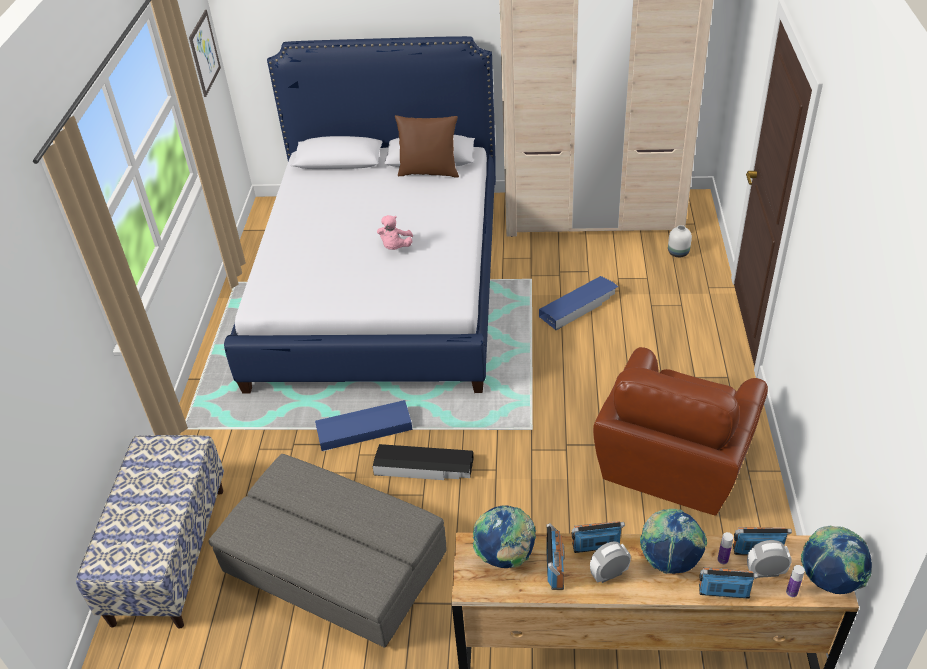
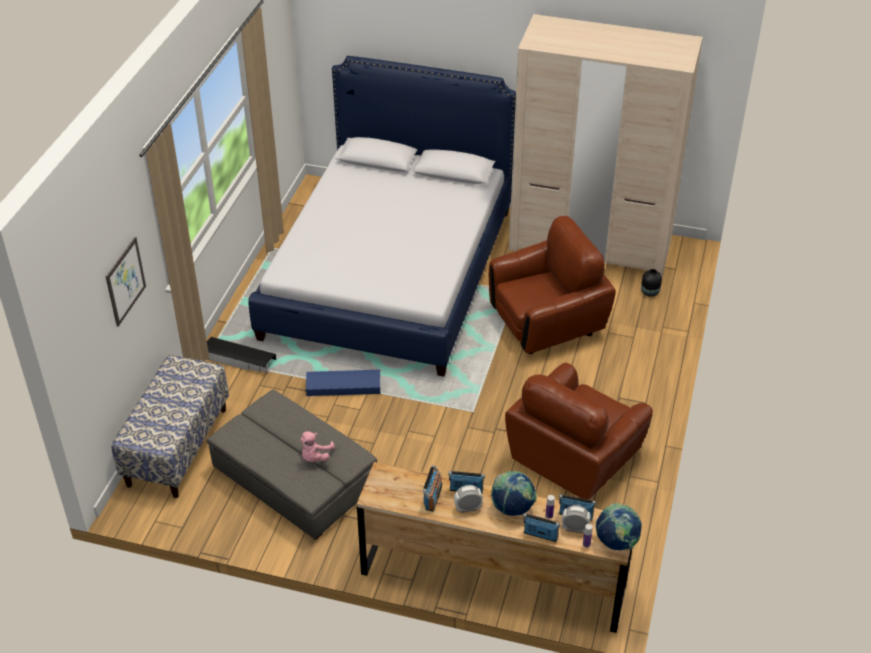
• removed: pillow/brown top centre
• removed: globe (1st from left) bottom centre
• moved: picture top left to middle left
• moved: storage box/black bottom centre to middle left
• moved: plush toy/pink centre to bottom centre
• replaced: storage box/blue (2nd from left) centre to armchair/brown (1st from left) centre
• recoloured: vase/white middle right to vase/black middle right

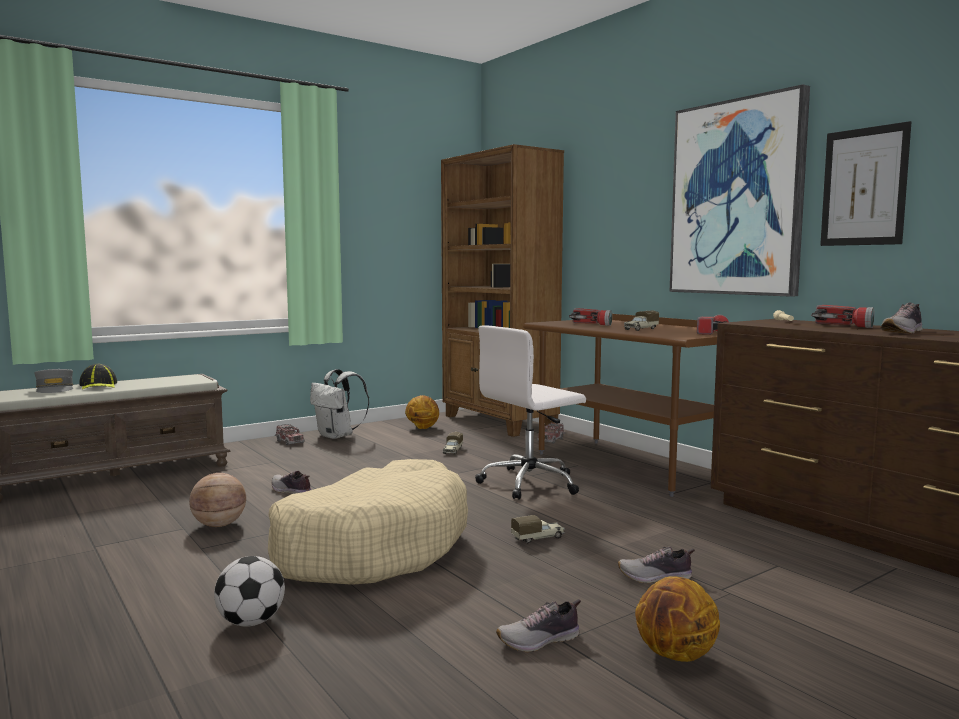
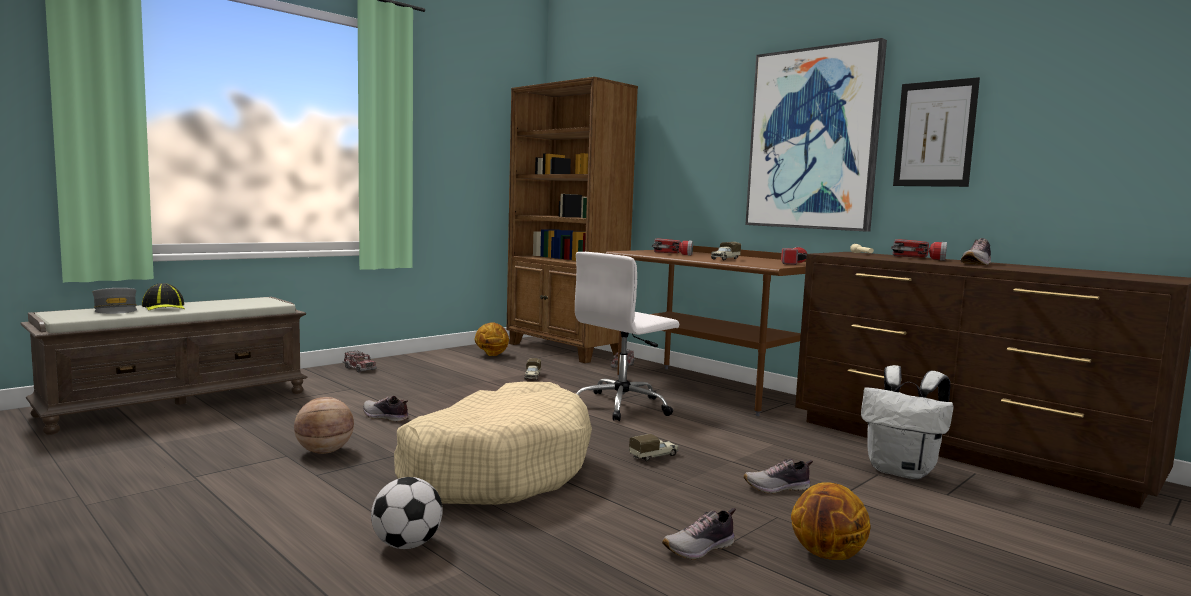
• moved: backpack/white centre to bottom right

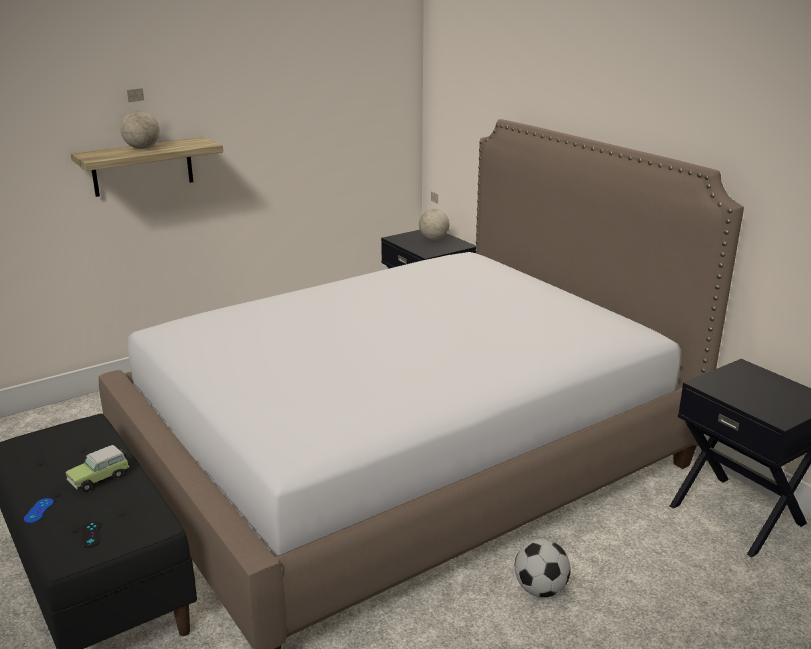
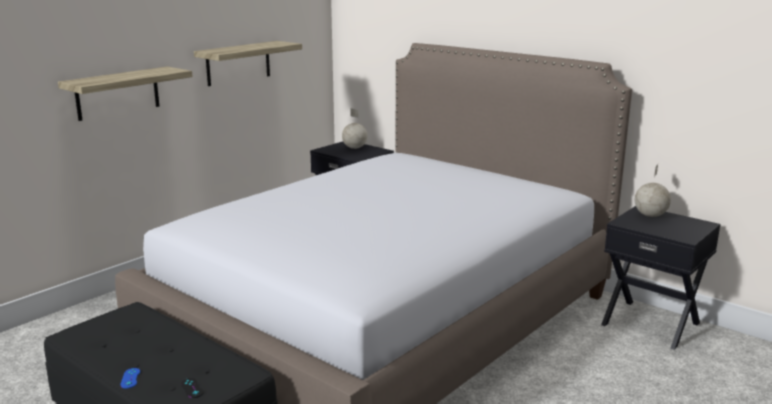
• removed: toy car bottom left
• removed: football bottom right
• added: shelf (2nd from left) top left
• moved: globe (1st from left in the first image) top left to globe (2nd from left) middle right

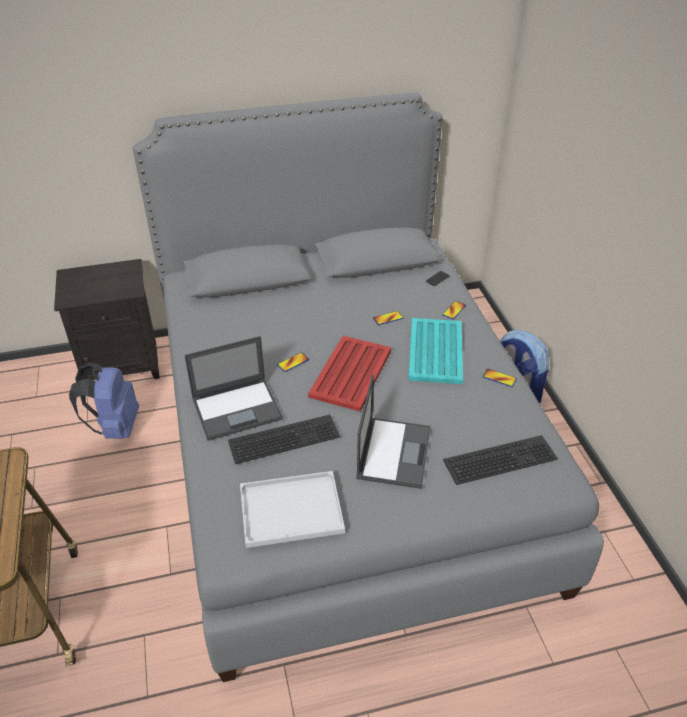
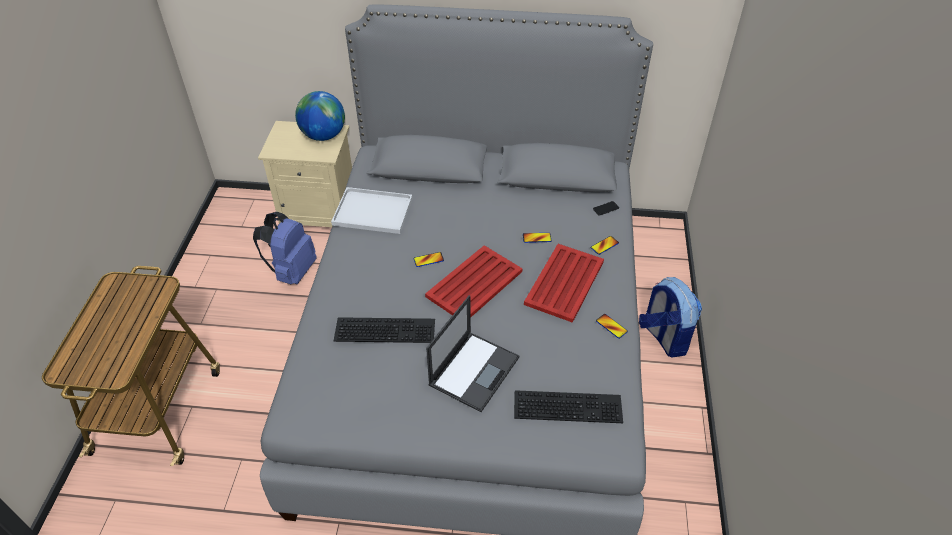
• removed: laptop (1st from left) centre
• added: globe top centre
• moved: tray/white bottom centre to centre
• recoloured: nightstand/black middle left to nightstand/beige top left
• recoloured: tray/turquoise centre to tray/red (2nd from left) centre

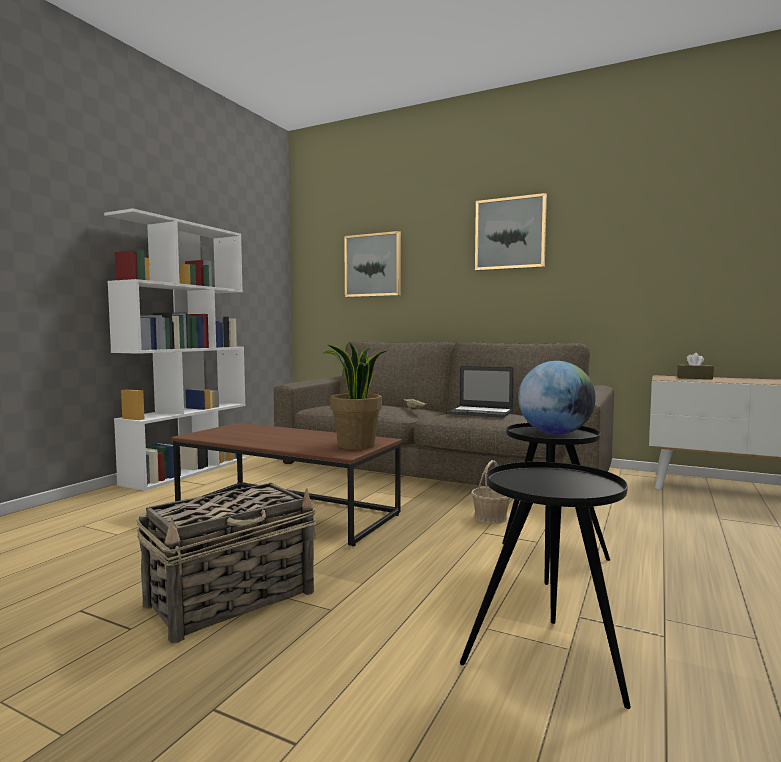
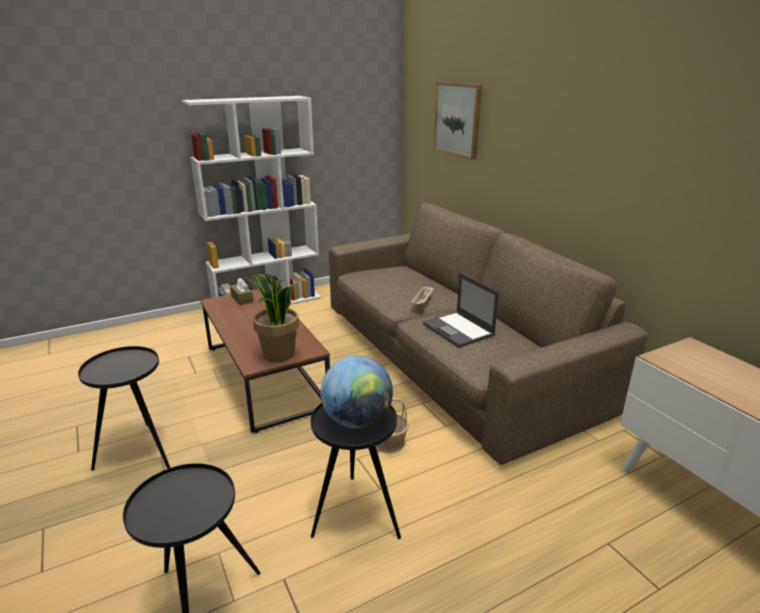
• removed: picture (2nd from left) top centre
• moved: tissue box/brown middle right to middle left
• replaced: basket (1st from left) bottom left to side table/black (1st from left) middle left

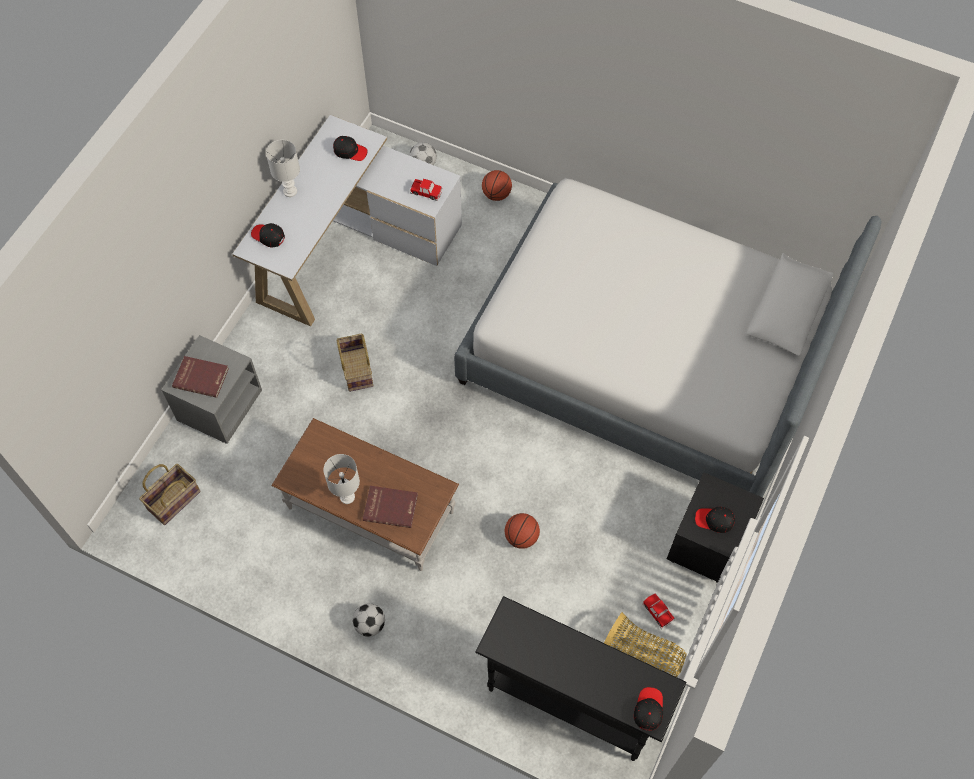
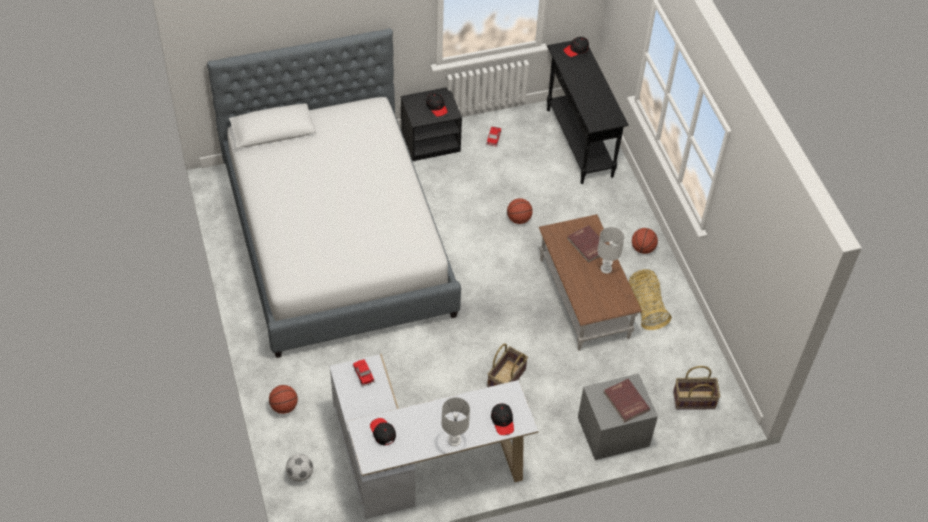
• moved: basket (3rd from left in the first image) bottom centre to basket (2nd from left) middle right
• replaced: football (1st from left) bottom centre to basketball (3rd from left) middle right

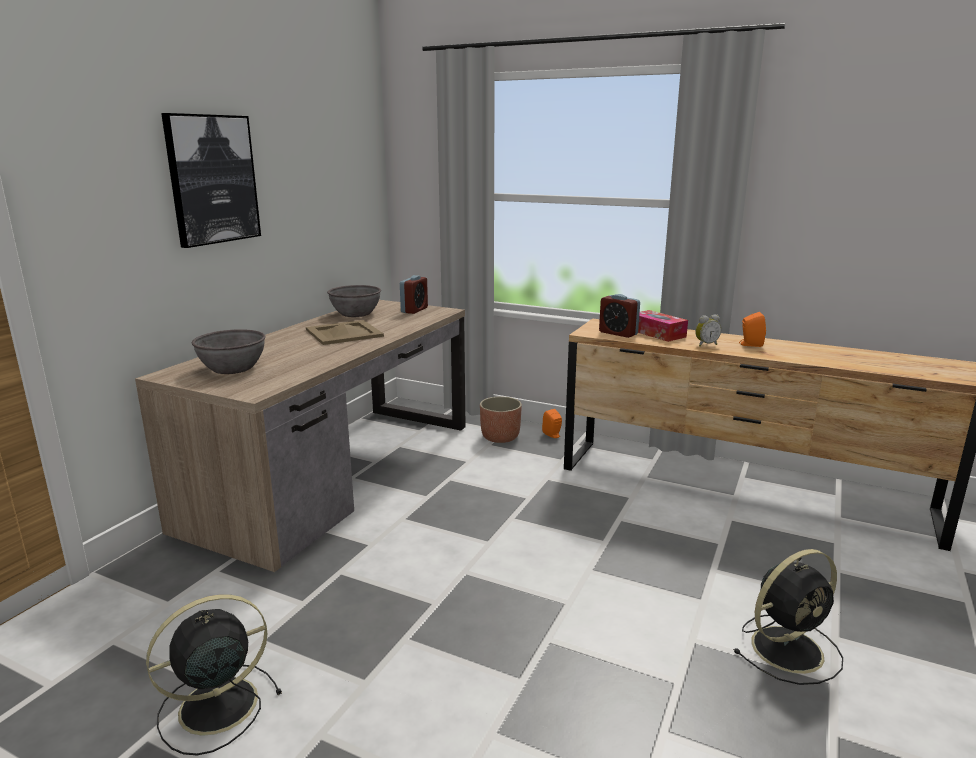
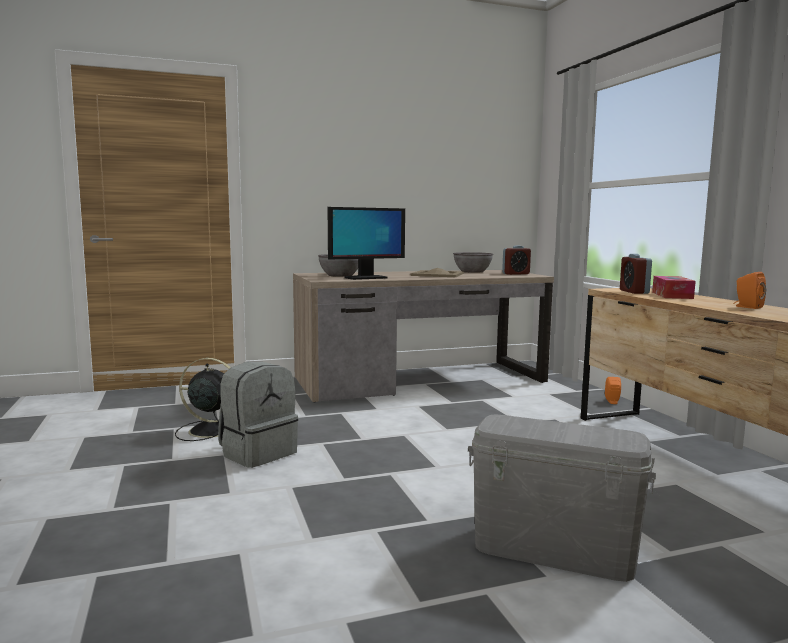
• removed: picture top left
• removed: planter centre
• removed: alarm clock (3rd from left) middle right
• added: backpack/grey middle left
• added: monitor centre
• replaced: fan/black (2nd from left) bottom right to storage box/grey bottom right

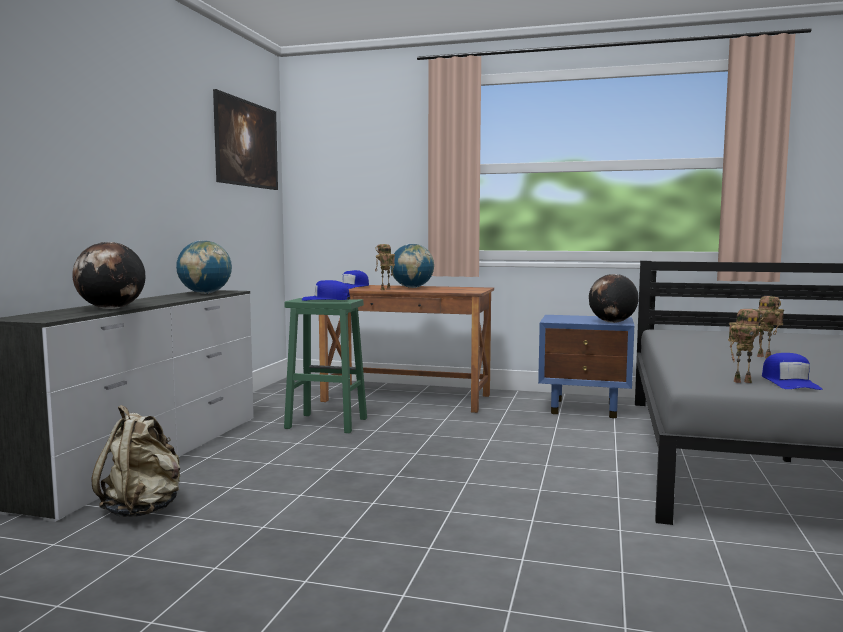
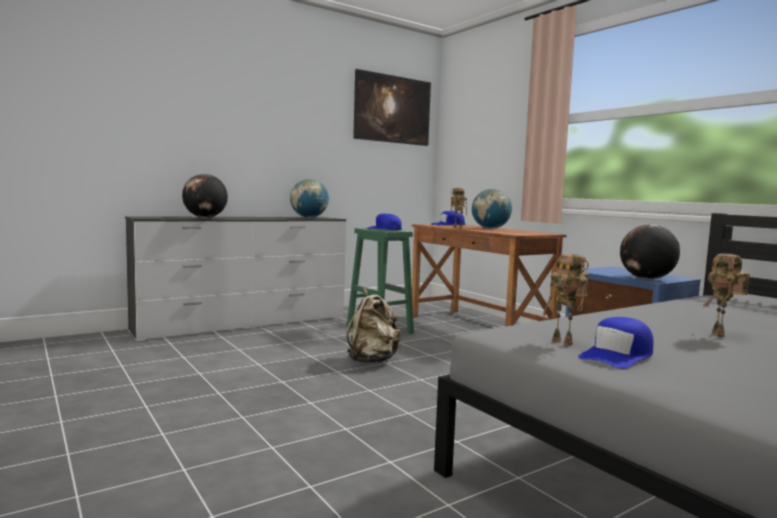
• moved: backpack/beige bottom left to centre

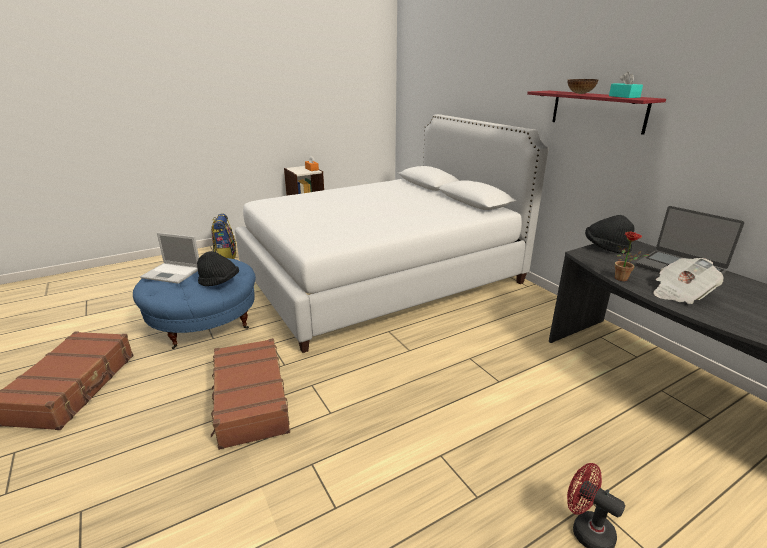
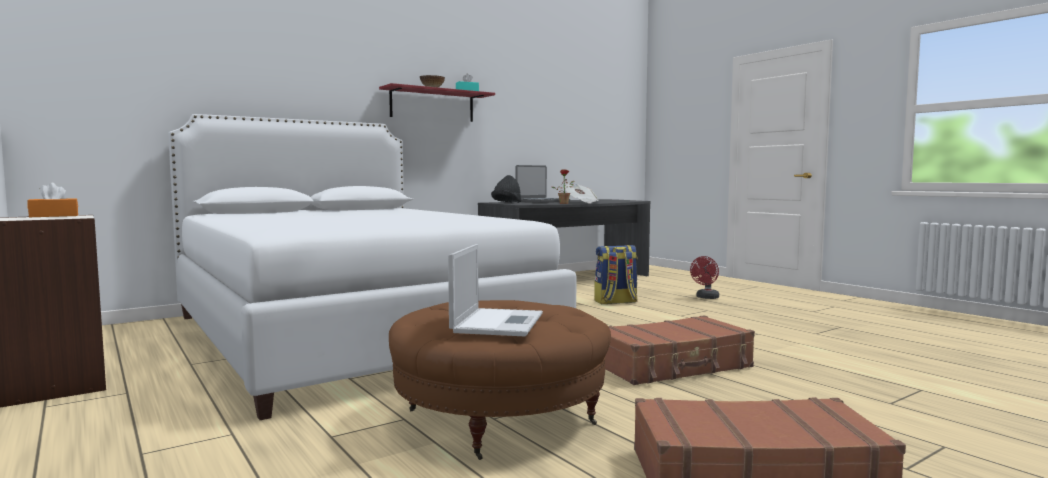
• removed: hat/black (1st from left) middle left
• moved: backpack middle left to centre
• recoloured: ottoman/blue middle left to ottoman/brown bottom centre

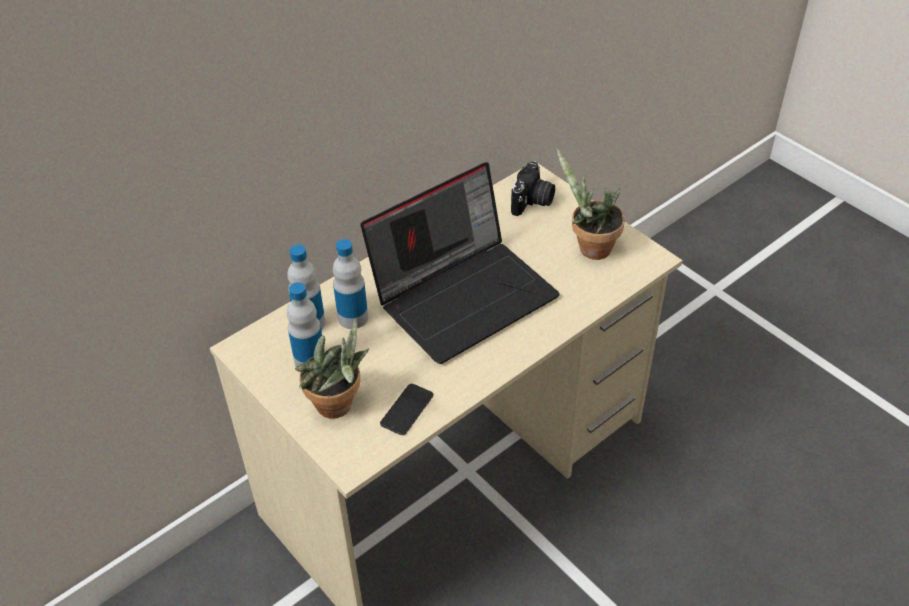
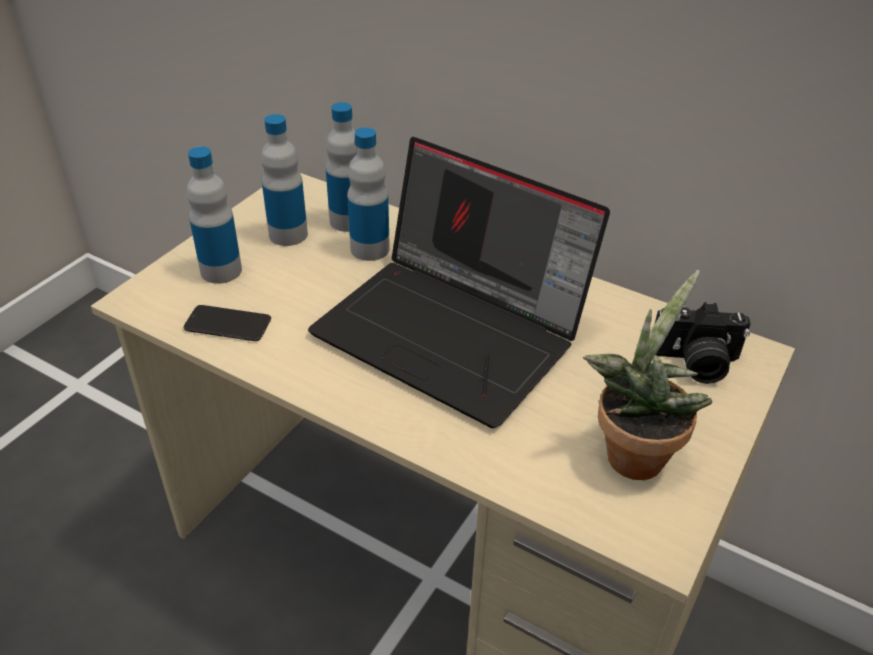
• replaced: potted plant (1st from left) centre to bottle (1st from left) top left

